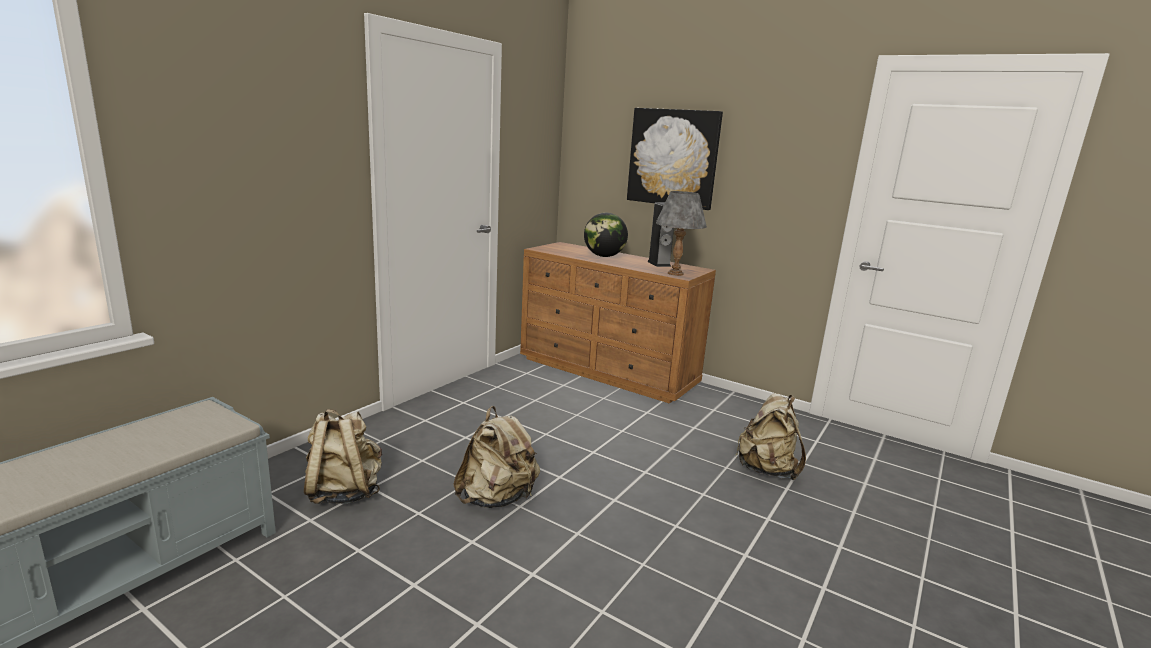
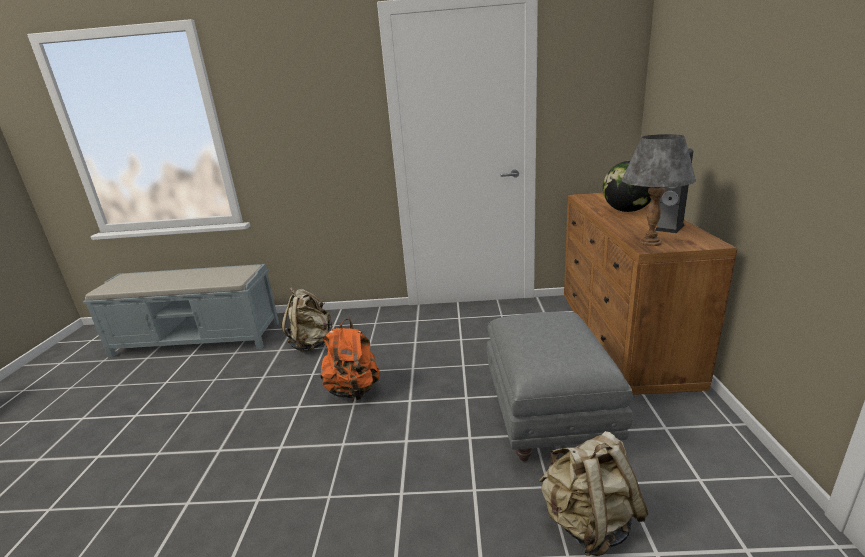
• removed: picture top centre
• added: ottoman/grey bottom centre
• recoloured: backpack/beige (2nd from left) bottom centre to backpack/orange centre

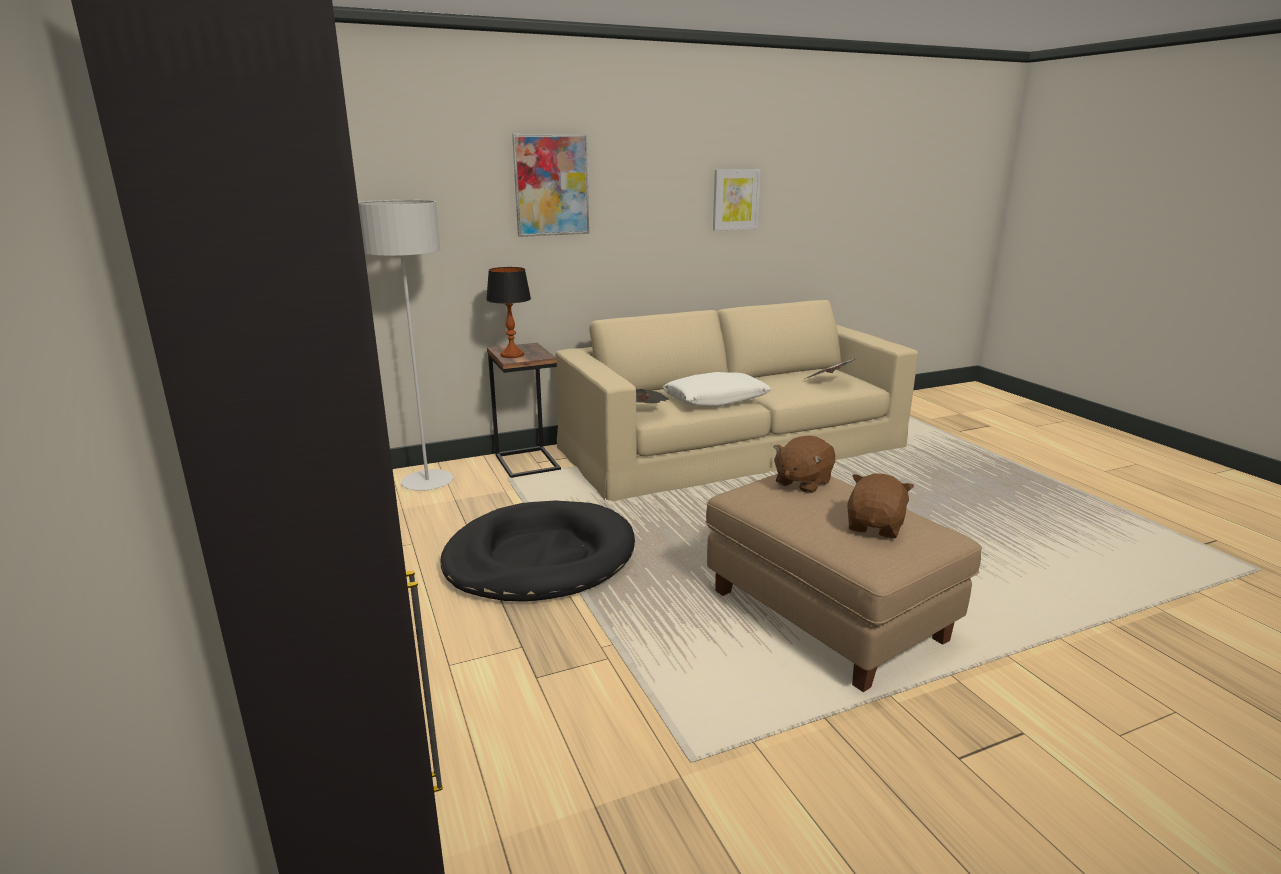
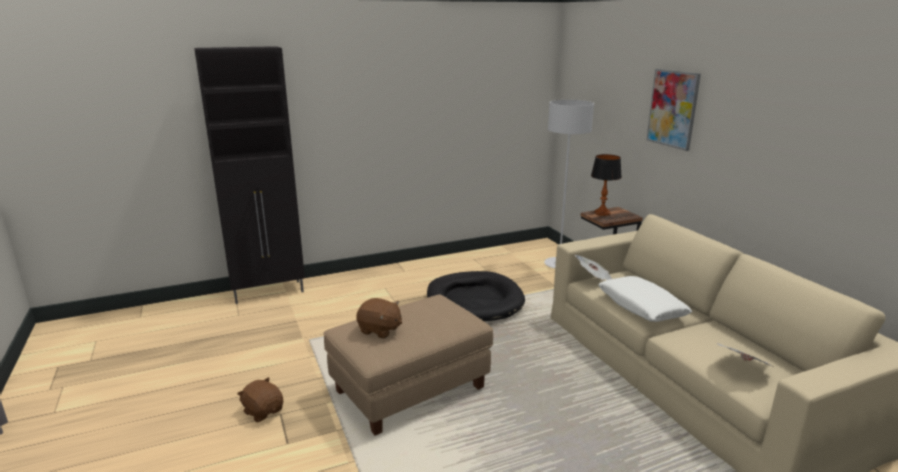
• removed: picture (2nd from left) top centre
• moved: plush toy/brown (1st from left) centre to bottom left

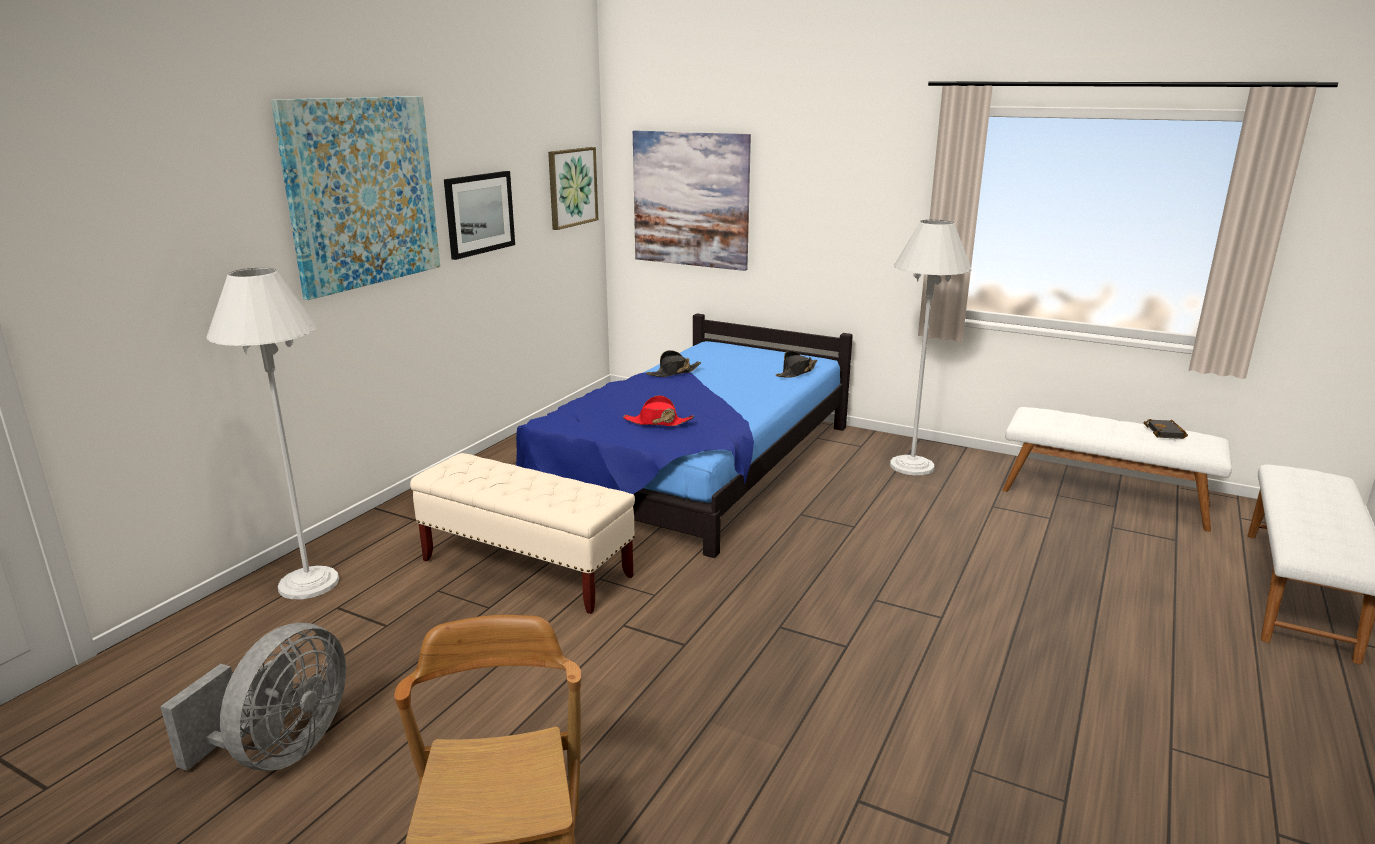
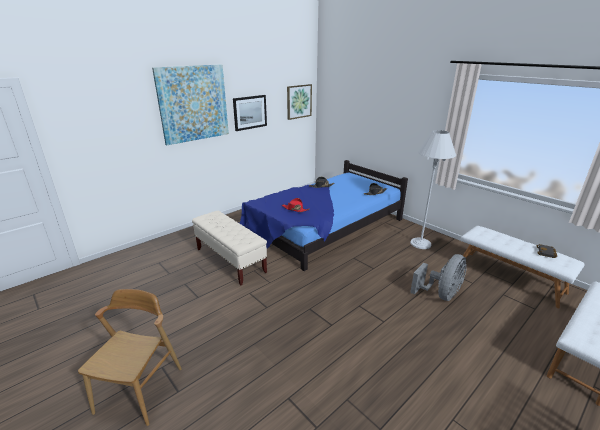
• removed: floor lamp/white (1st from left) middle left
• removed: picture (4th from left) top centre
• moved: fan/grey bottom left to middle right

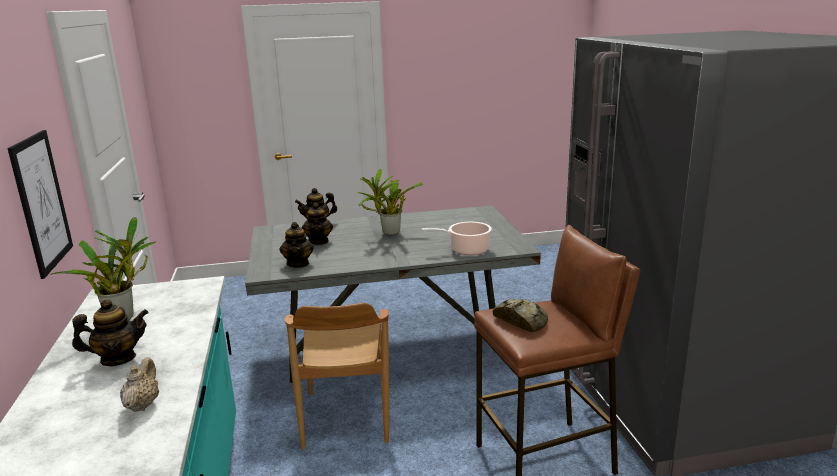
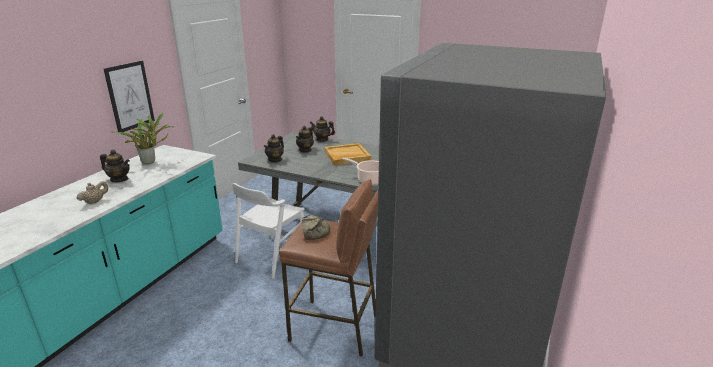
• replaced: potted plant (2nd from left) centre to tray/beige centre
• recoloured: chair/brown bottom centre to chair/white centre

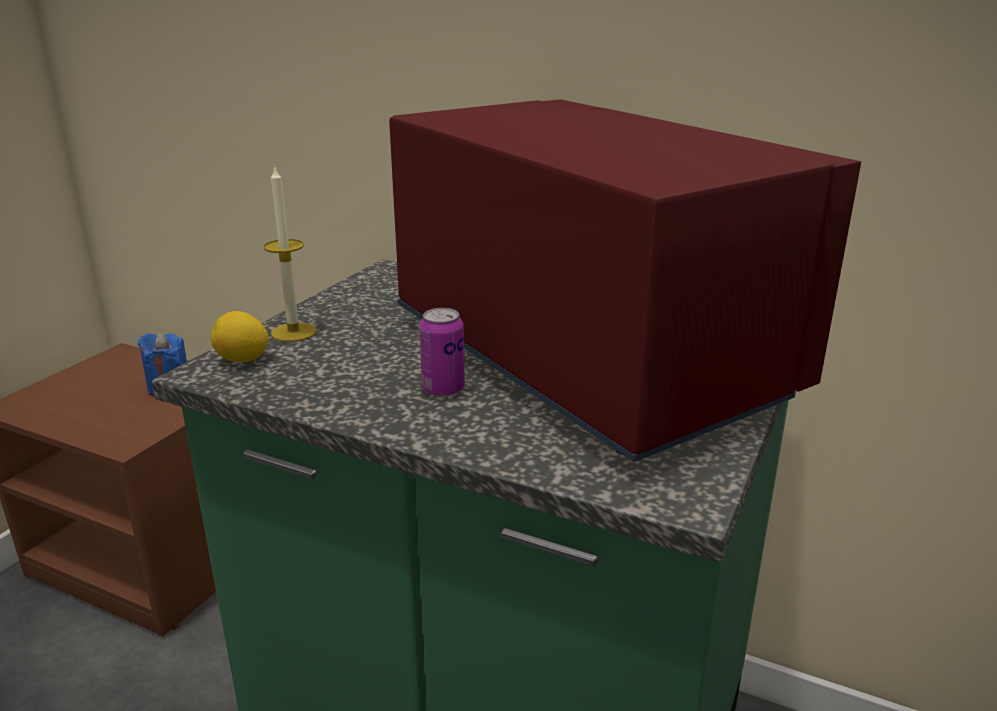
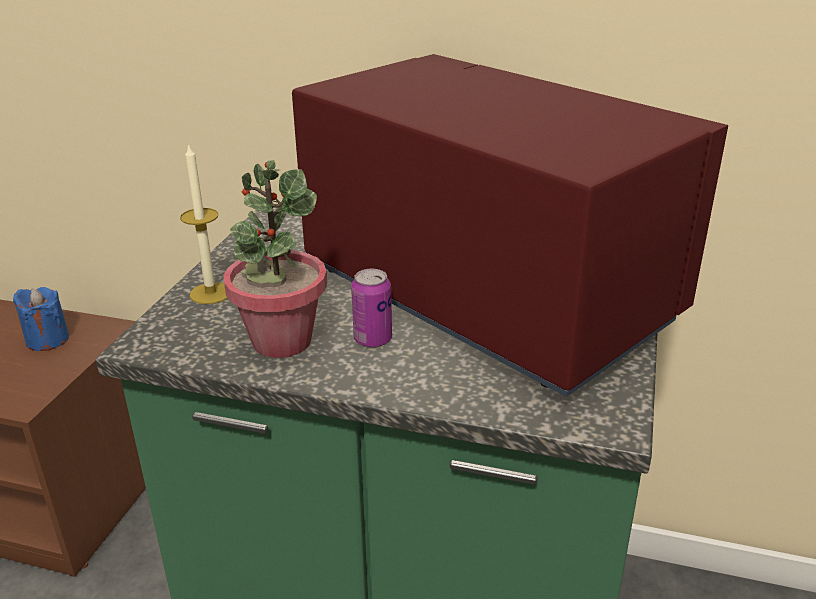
• removed: lemon middle left
• added: potted plant centre

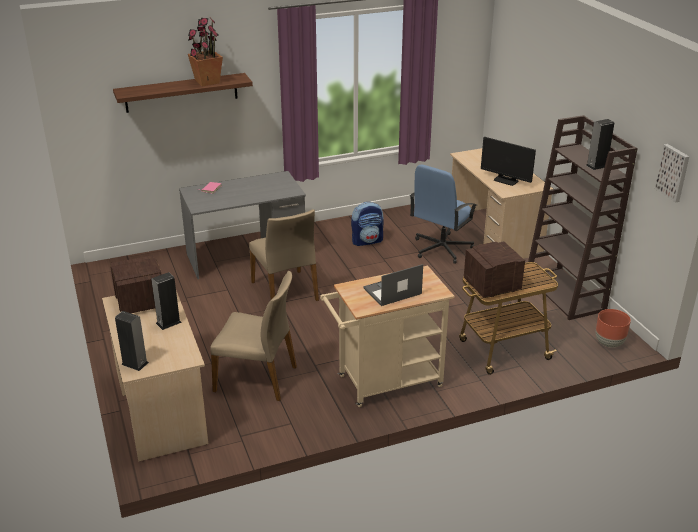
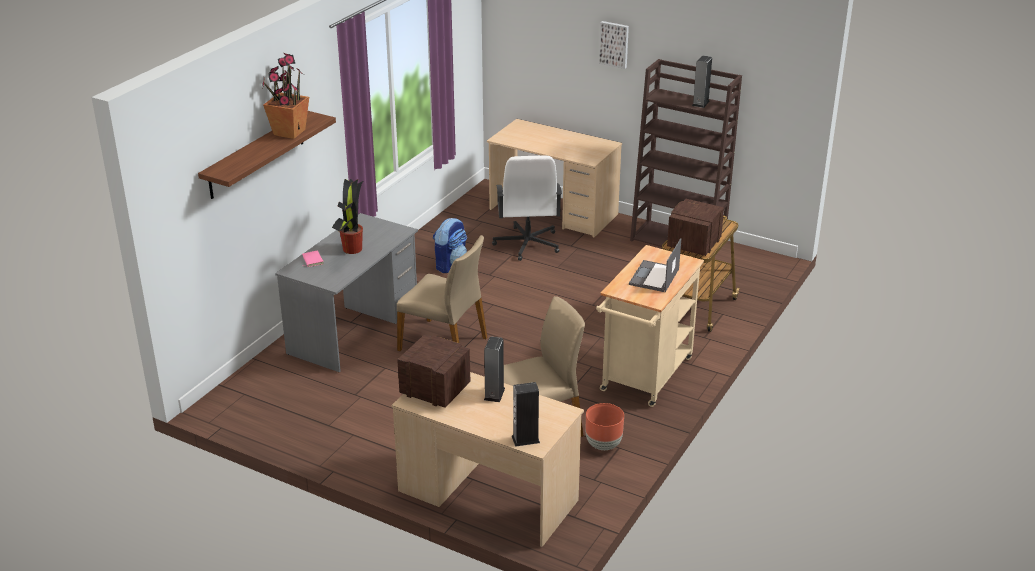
• removed: monitor top right
• added: potted plant (2nd from left) centre
• moved: planter/brown middle right to bottom centre
• moved: picture top right to top centre
• recoloured: office chair/blue centre to office chair/white centre

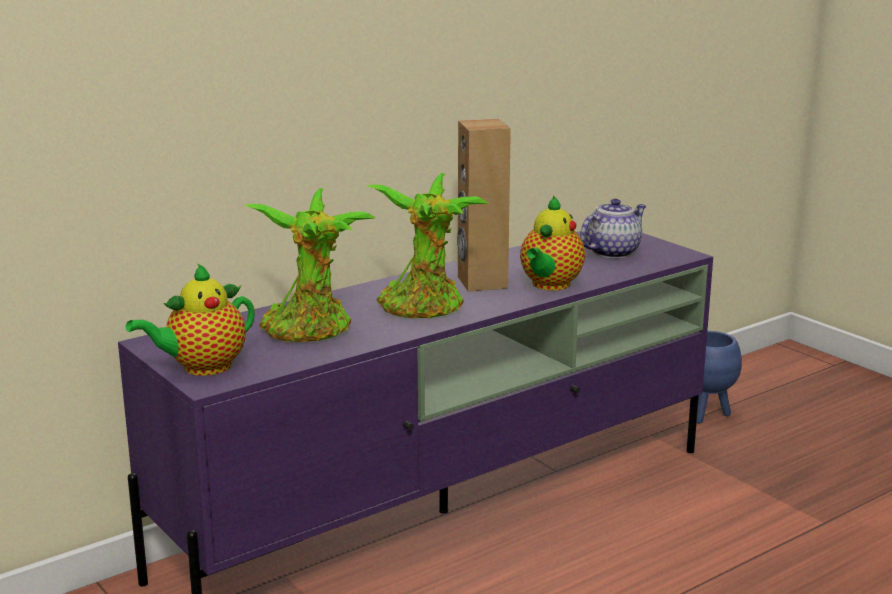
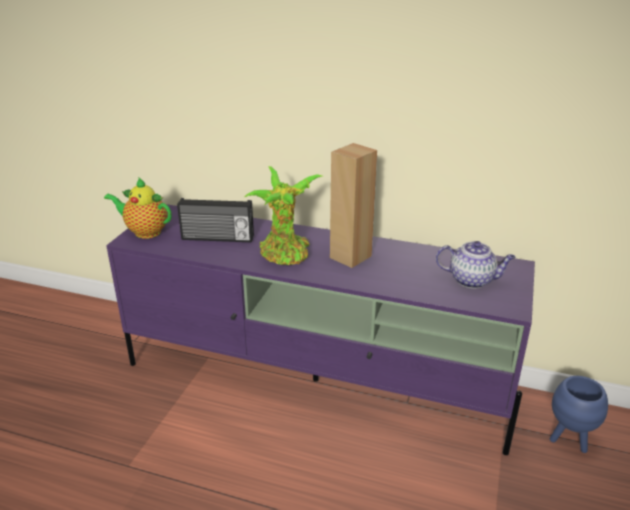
• removed: teapot (2nd from left) centre
• replaced: potted plant (1st from left) centre to radio centre

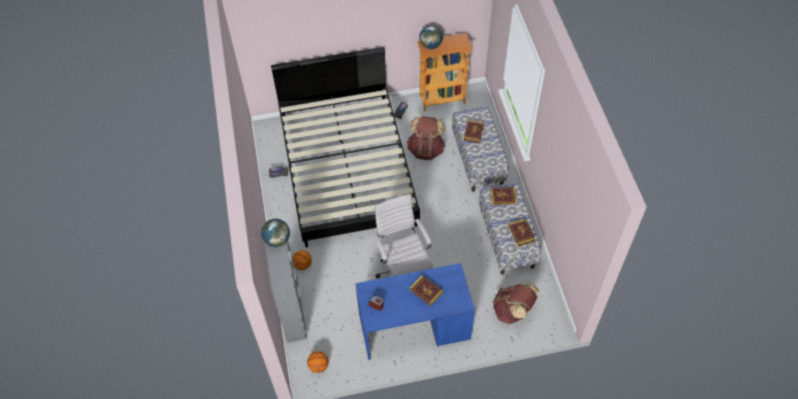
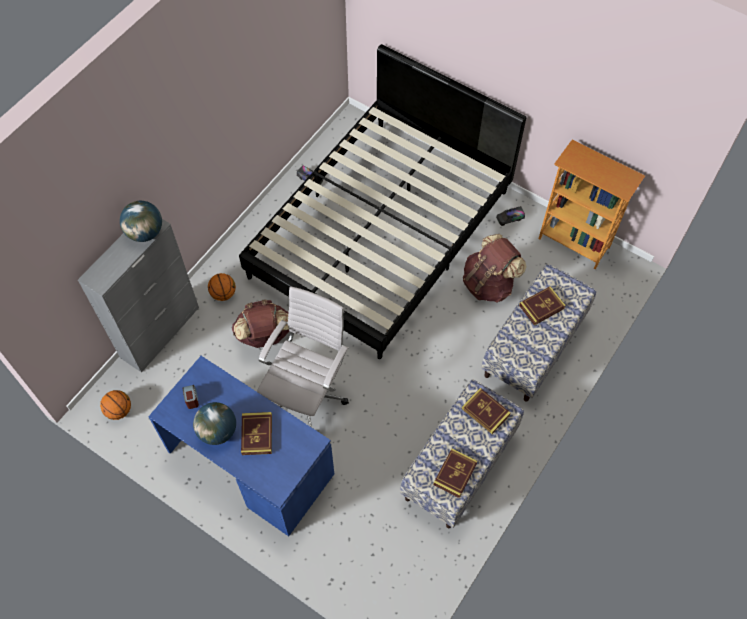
• moved: globe (2nd from left) top centre to bottom left
• moved: backpack/brown (2nd from left in the first image) bottom centre to backpack/brown (1st from left) centre

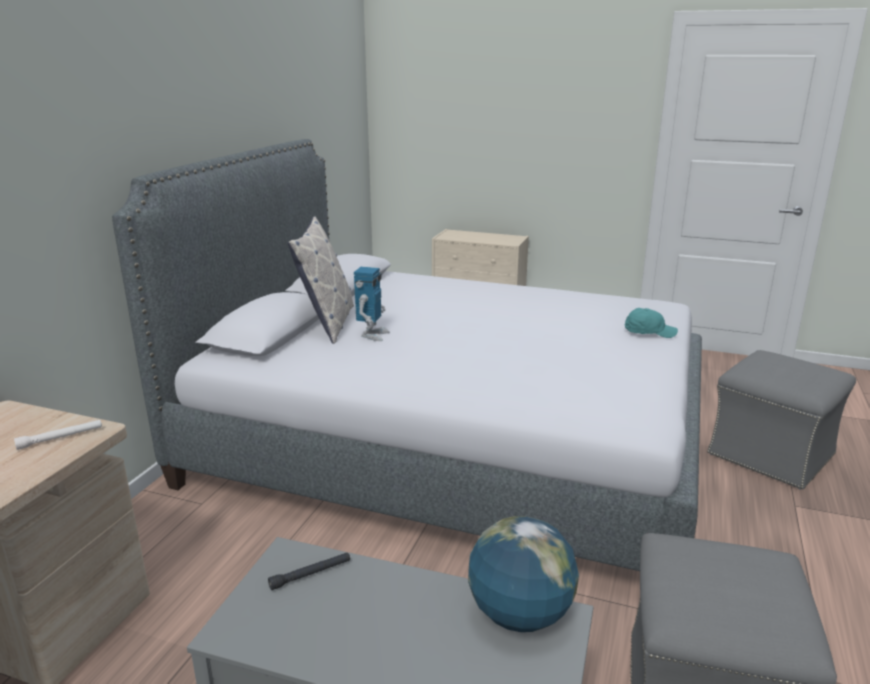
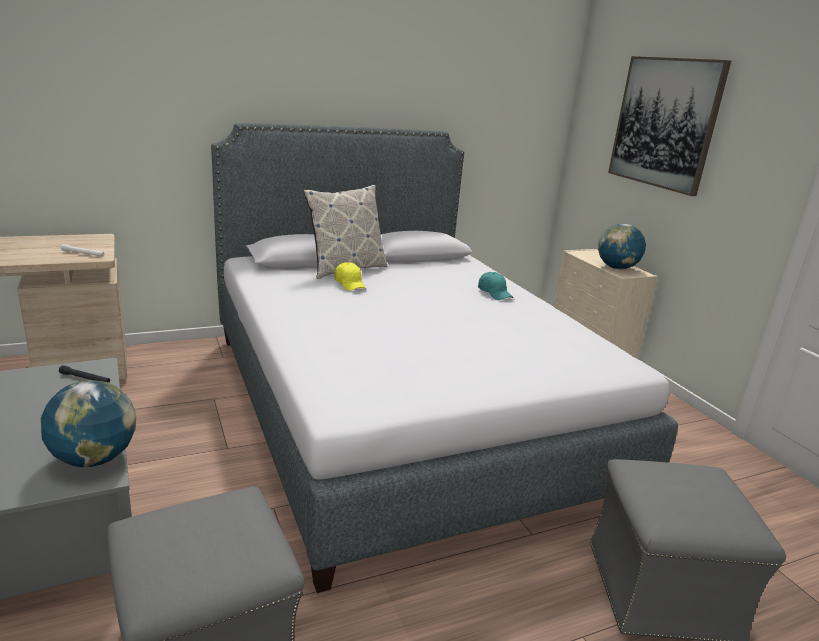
• added: globe (2nd from left) middle right
• added: picture top right
• moved: cap/turquoise middle right to centre
• replaced: toy robot centre to cap/yellow centre

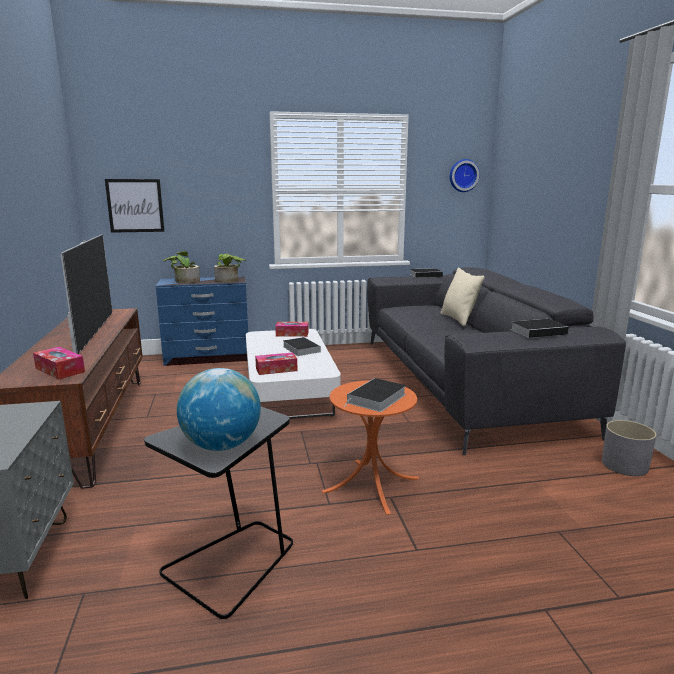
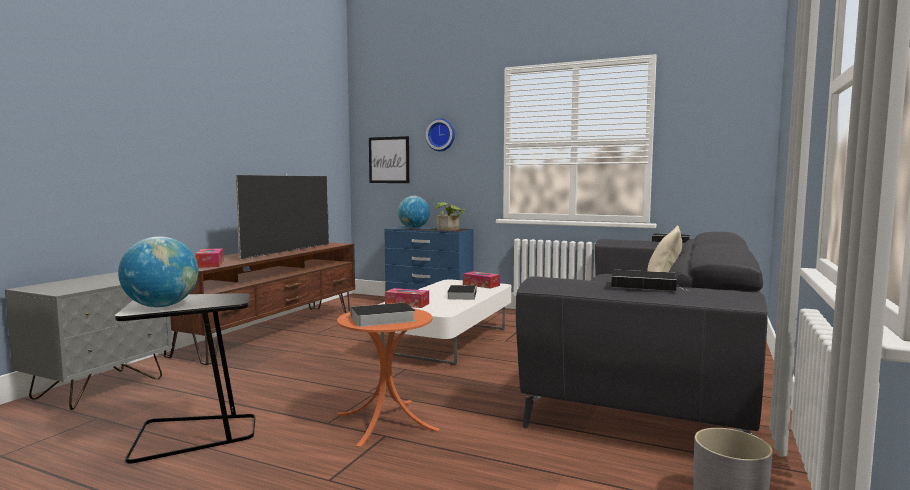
• moved: wall clock top right to top centre
• replaced: potted plant (1st from left) middle left to globe (2nd from left) centre

